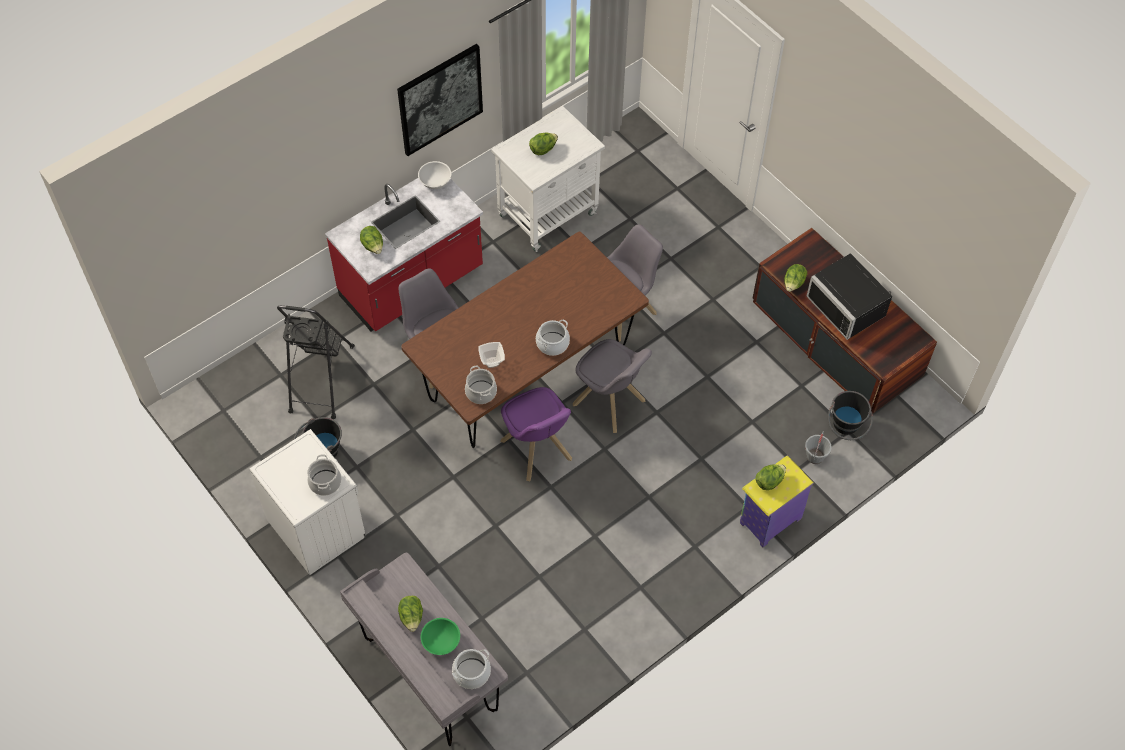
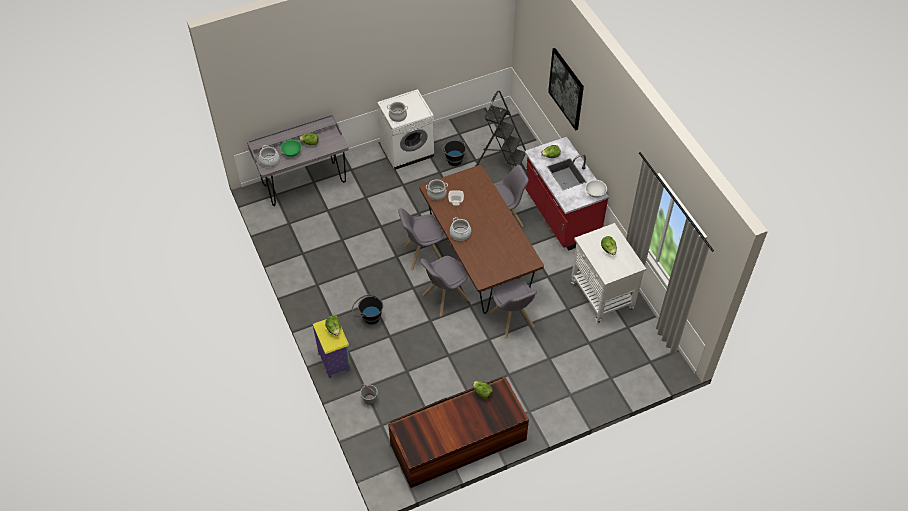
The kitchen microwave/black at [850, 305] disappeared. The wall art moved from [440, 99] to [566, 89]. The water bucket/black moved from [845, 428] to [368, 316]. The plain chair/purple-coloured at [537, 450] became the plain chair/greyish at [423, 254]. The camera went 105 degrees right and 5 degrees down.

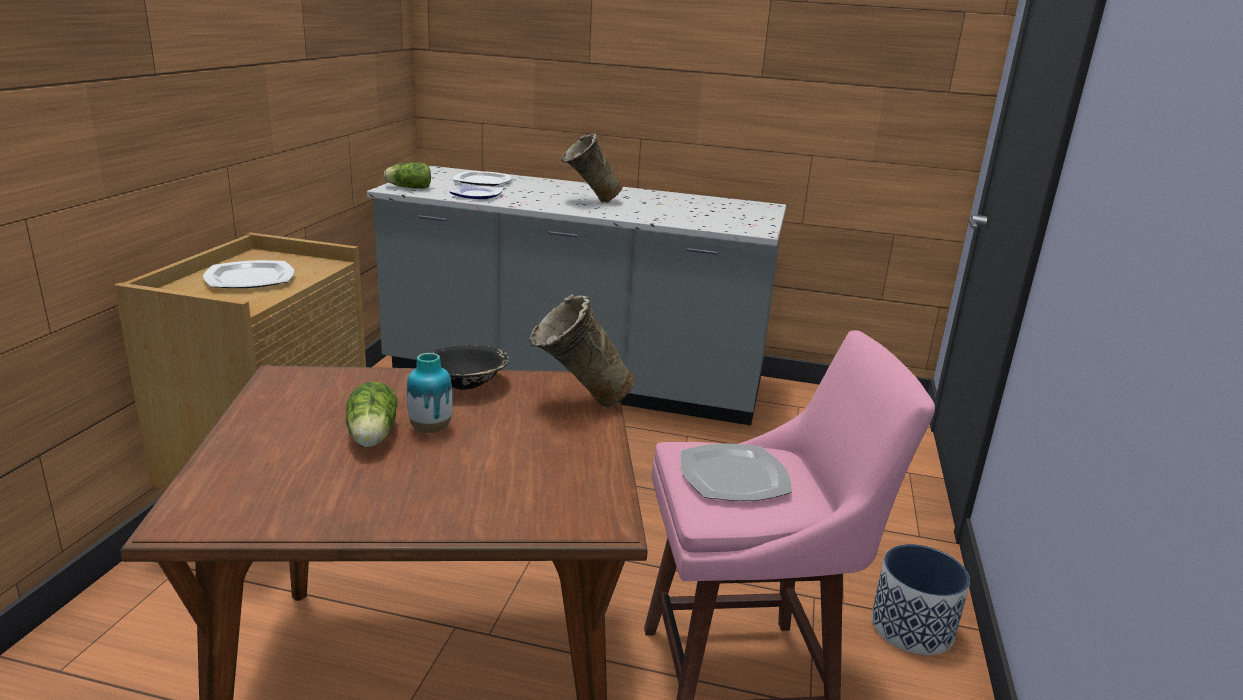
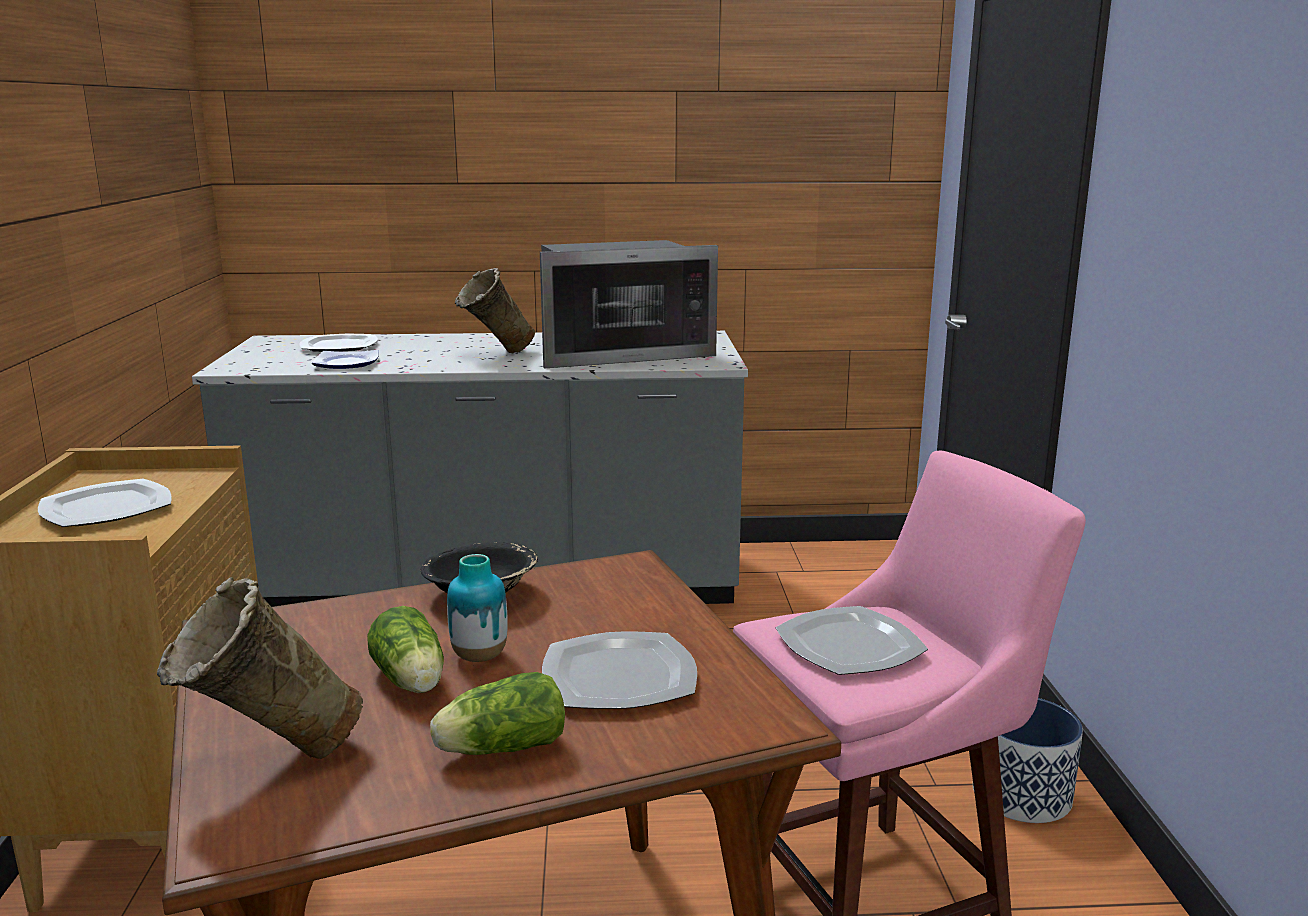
The kitchen microwave at [619, 352] appeared. The plate at [621, 677] appeared. The lettuce moved from [407, 187] to [498, 749]. The flower vase/beige-coloured moved from [578, 404] to [269, 763]. The camera went 15 degrees left and 5 degrees down.

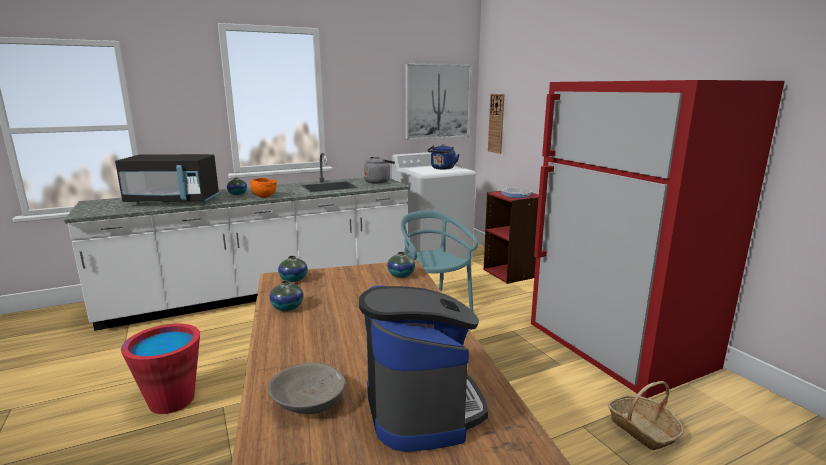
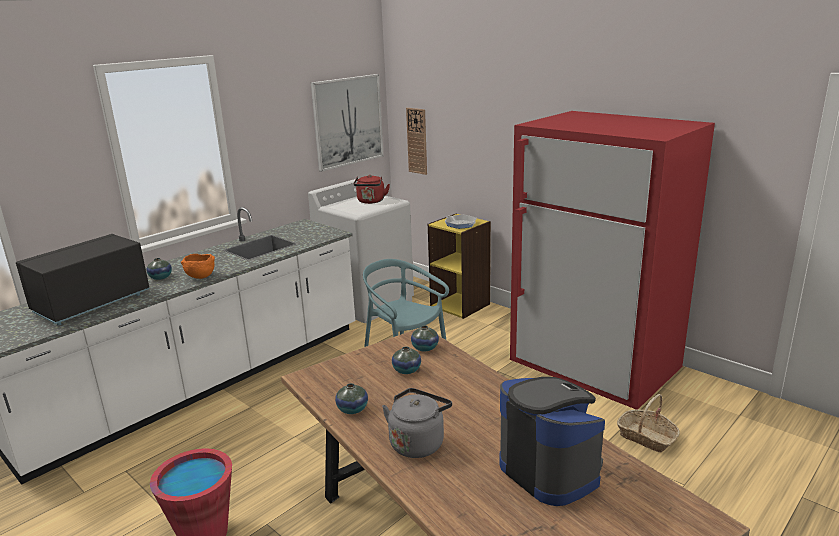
The bowl/greyish at [308, 402] disappeared. The flower vase moved from [293, 279] to [406, 370]. The kettle/greyish moved from [378, 181] to [418, 442]. The kettle/bluish at [442, 168] became the kettle/red at [371, 201]. The bookcase/red at [511, 273] became the bookcase/yellowish at [460, 305]. The kitchen microwave/black at [173, 201] turned 150 degrees clockwise. The camera went 20 degrees left and 5 degrees up.

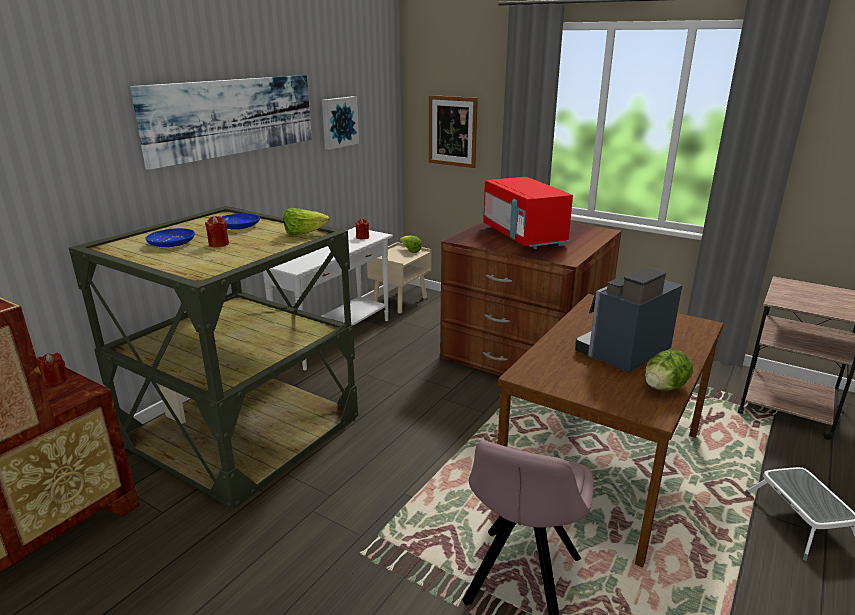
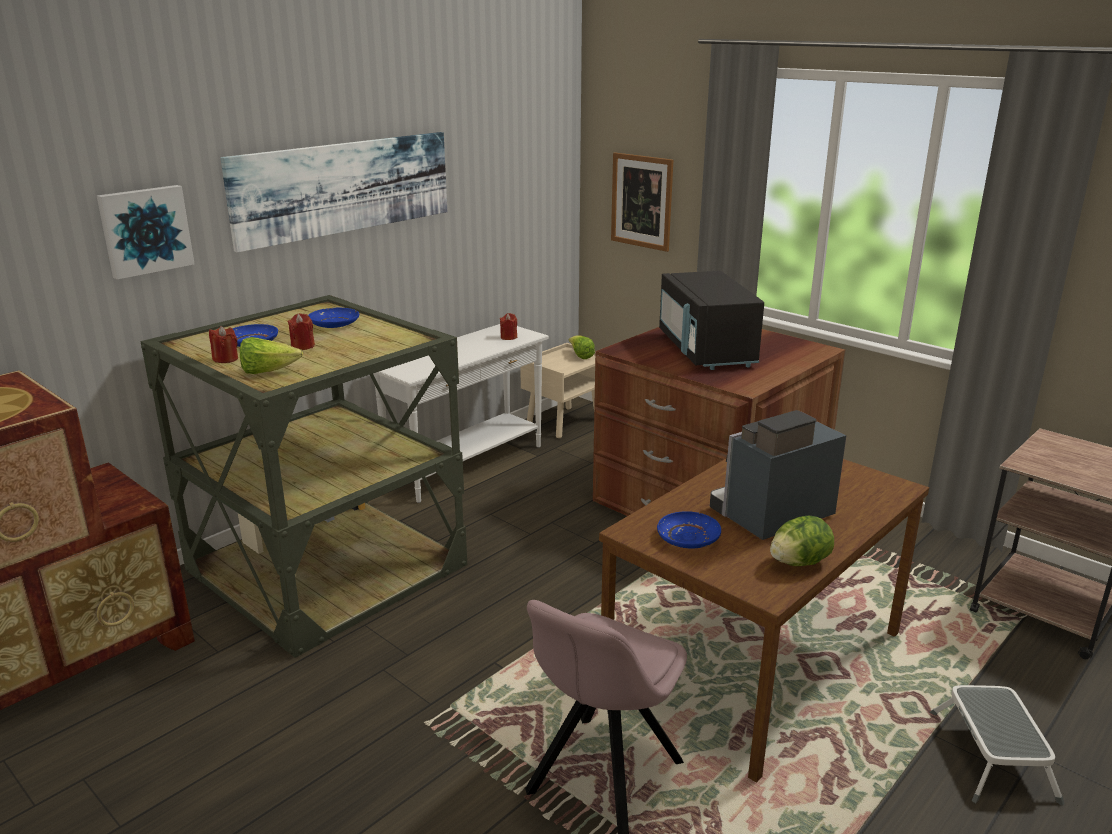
The plate/bluish at [688, 538] appeared. The candle/red moved from [55, 381] to [225, 359]. The lettuce moved from [303, 234] to [268, 372]. The wall art moved from [339, 122] to [145, 230]. The kitchen microwave/red at [523, 236] became the kitchen microwave/black at [705, 351]. The camera went 10 degrees right and 0 degrees up.

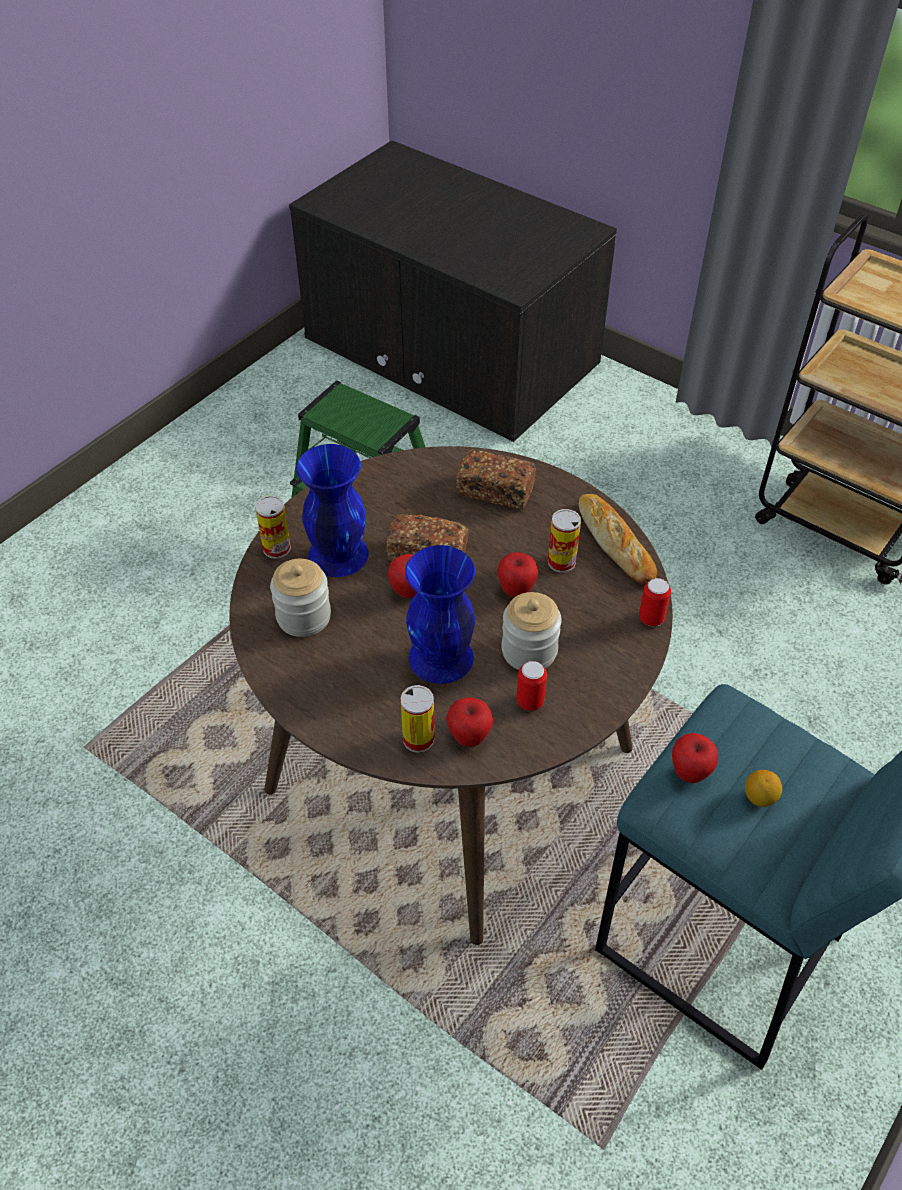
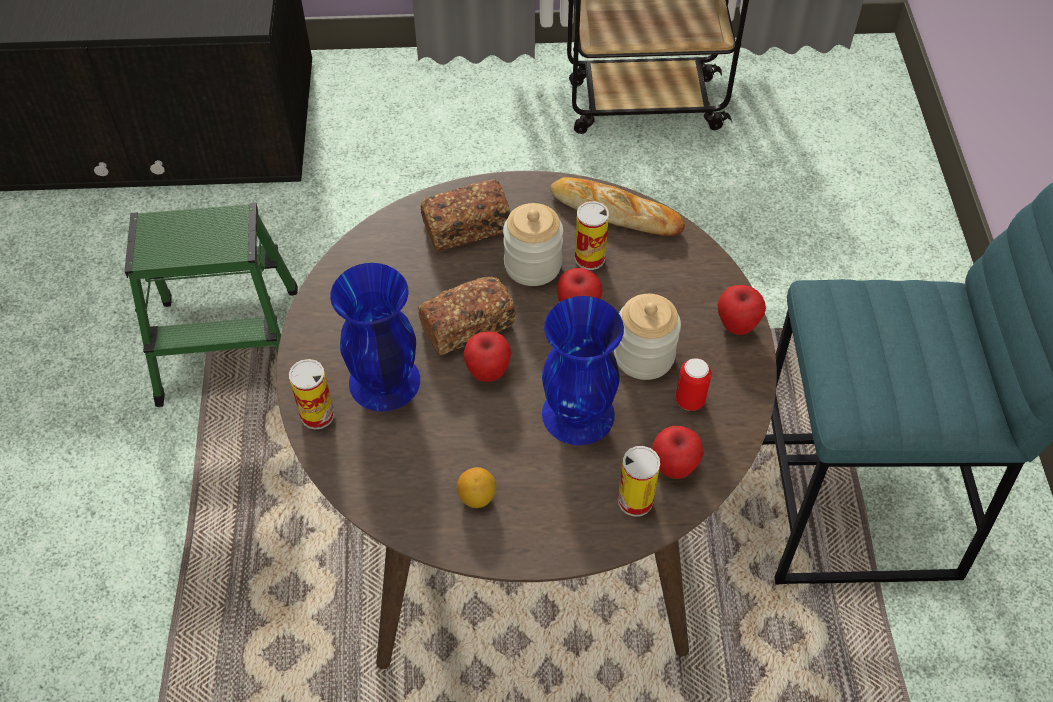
The can at [651, 618] disappeared. The storage jar moved from [304, 616] to [533, 265]. The apple moved from [689, 772] to [737, 325]. The whole lemon moved from [759, 798] to [477, 497]. The camera went 40 degrees left and 5 degrees up.

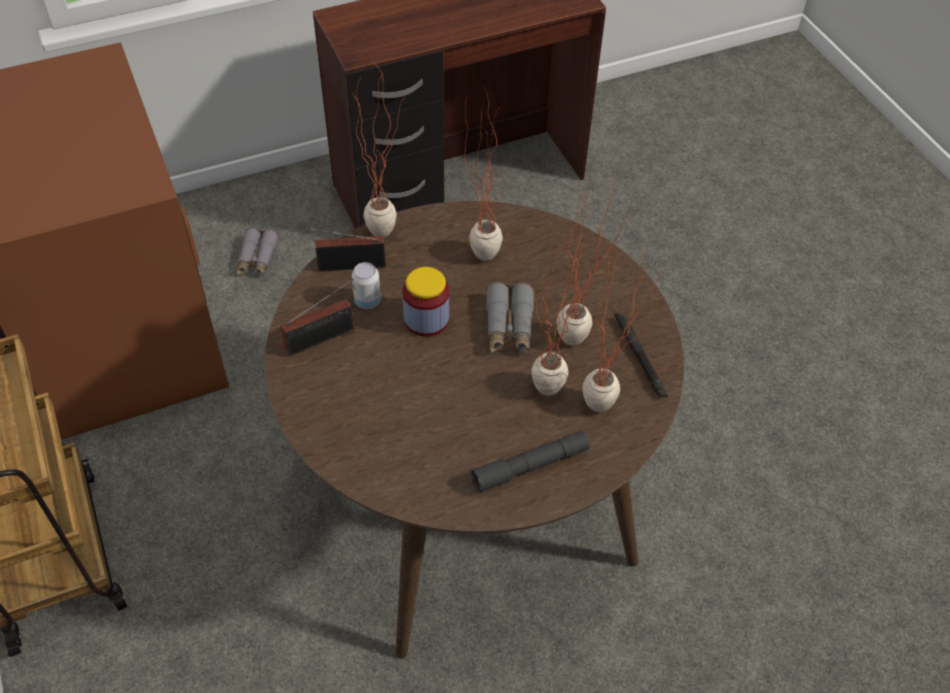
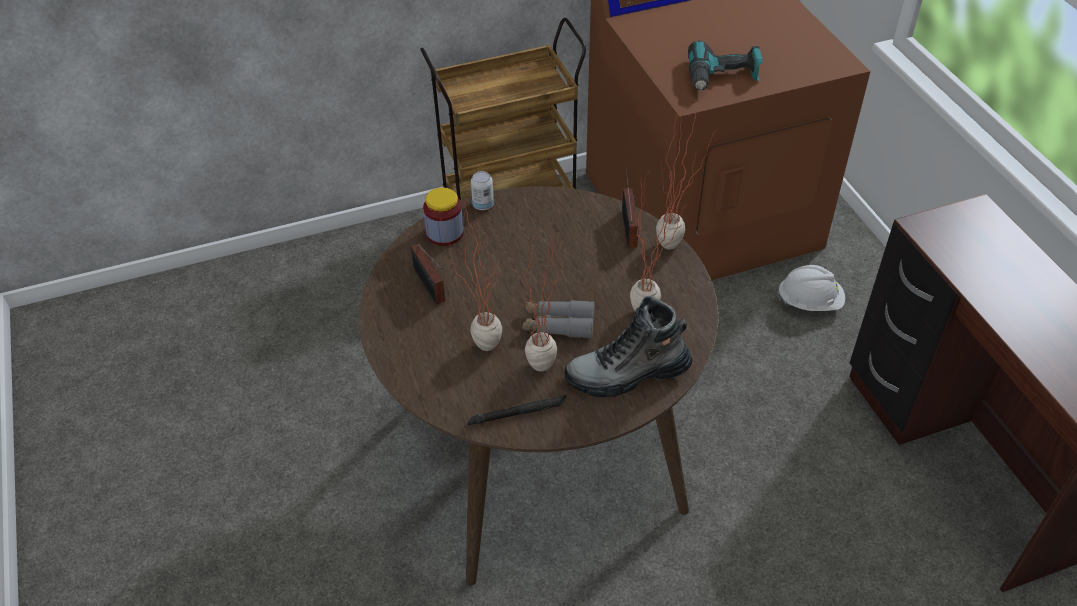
The torch/greyish at [530, 466] disappeared. The potted plant at [609, 408] disappeared. The tall boot at [627, 374] appeared. The power drill at [723, 78] appeared. The radio set moved from [324, 337] to [429, 287]. The can moved from [367, 301] to [483, 205]. The storage jar moved from [426, 319] to [445, 233]. The binoculars/greyish at [257, 259] was replaced by the work helmet/white at [809, 302]. The camera went 95 degrees right and 5 degrees down.

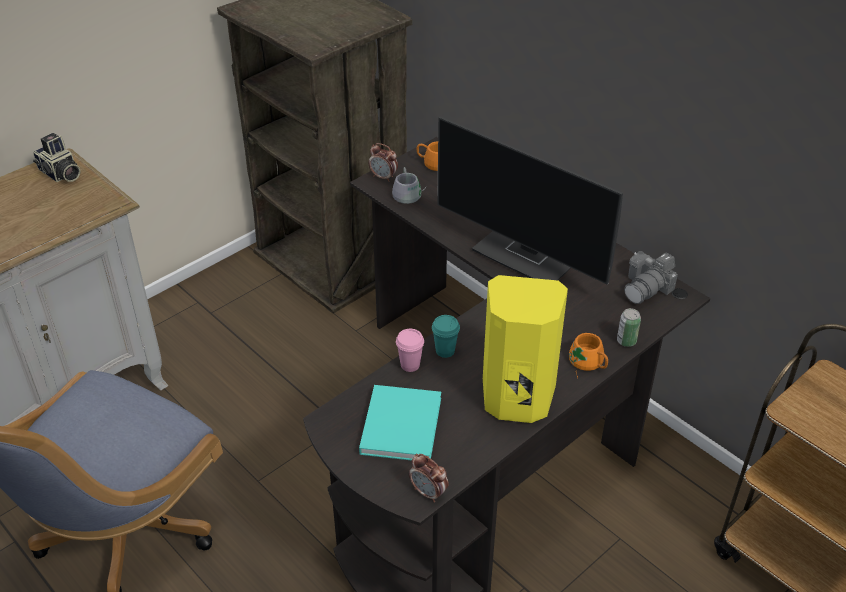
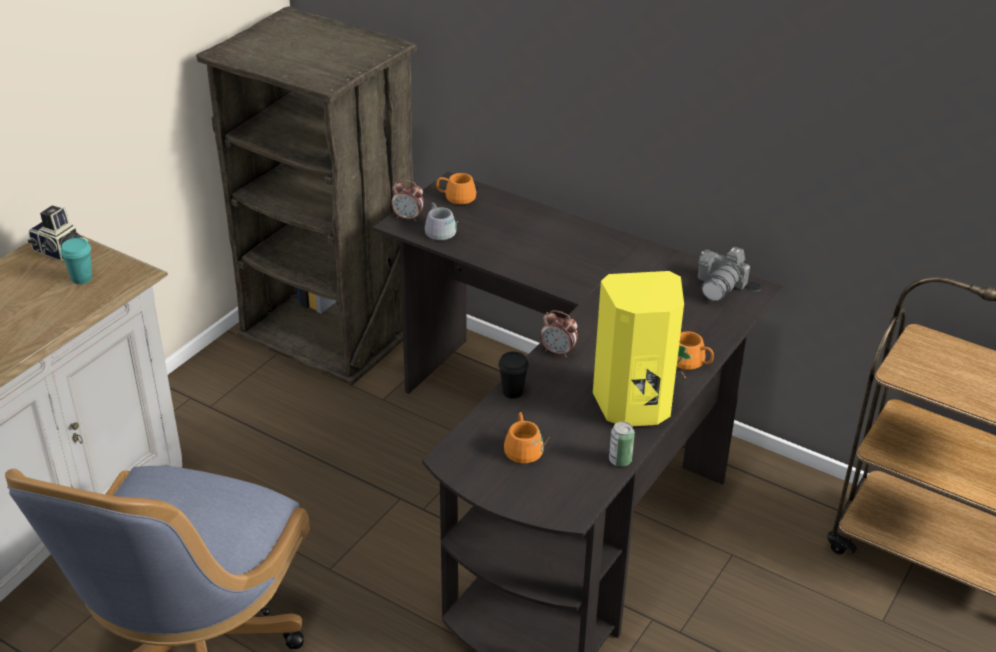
The computer screen at [529, 256] disappeared. The alarm clock moved from [428, 493] to [558, 351]. The cup/turquoise-coloured moved from [445, 351] to [82, 278]. The can moved from [626, 341] to [620, 460]. The book/turquoise-coloured at [401, 423] was replaced by the coffee mug/orangey at [527, 447]. The cup/pinkish at [410, 365] became the cup/black at [512, 392]. The camera went 15 degrees left and 5 degrees down.

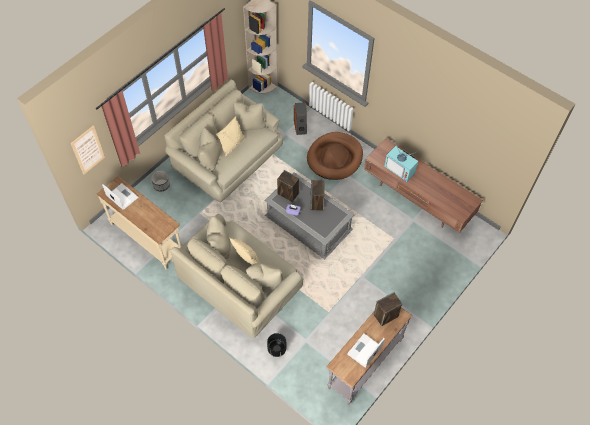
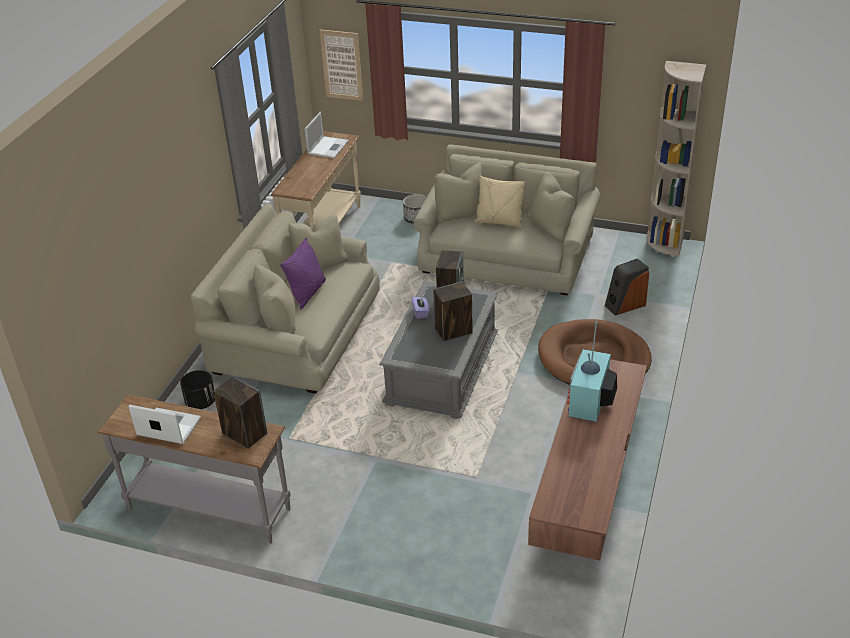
The cushion/beige-coloured at [247, 259] became the cushion/purple-coloured at [307, 293]. The camera went 70 degrees right and 20 degrees down.

